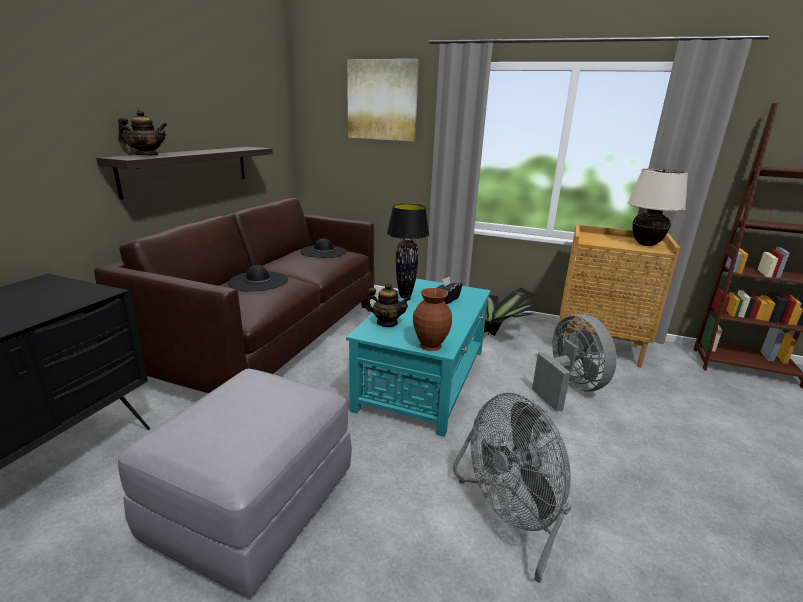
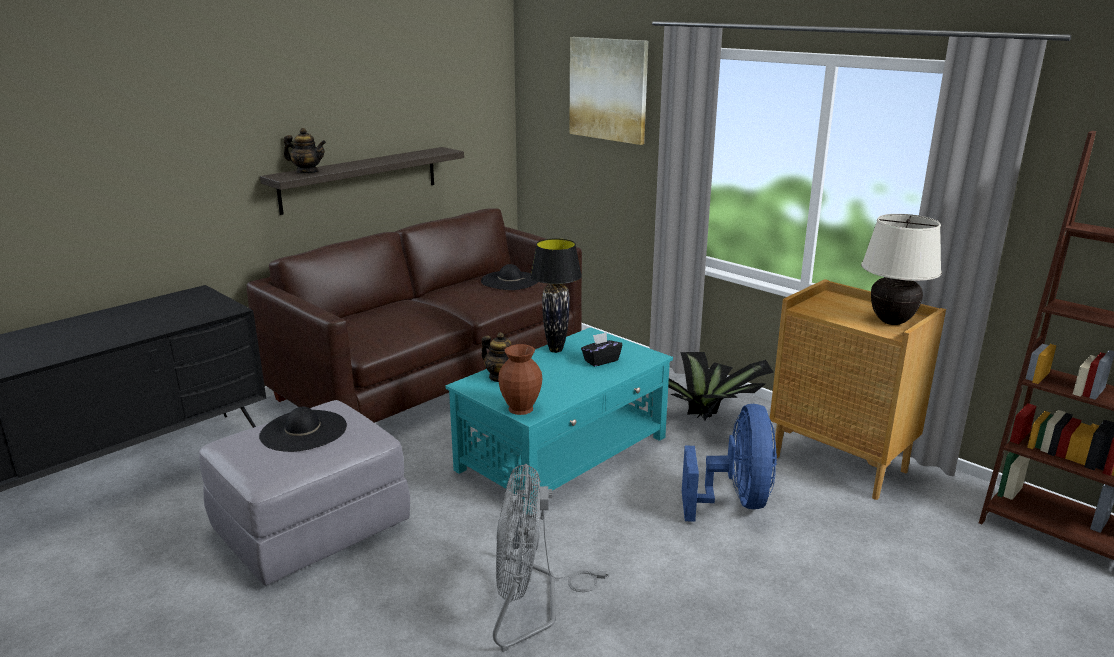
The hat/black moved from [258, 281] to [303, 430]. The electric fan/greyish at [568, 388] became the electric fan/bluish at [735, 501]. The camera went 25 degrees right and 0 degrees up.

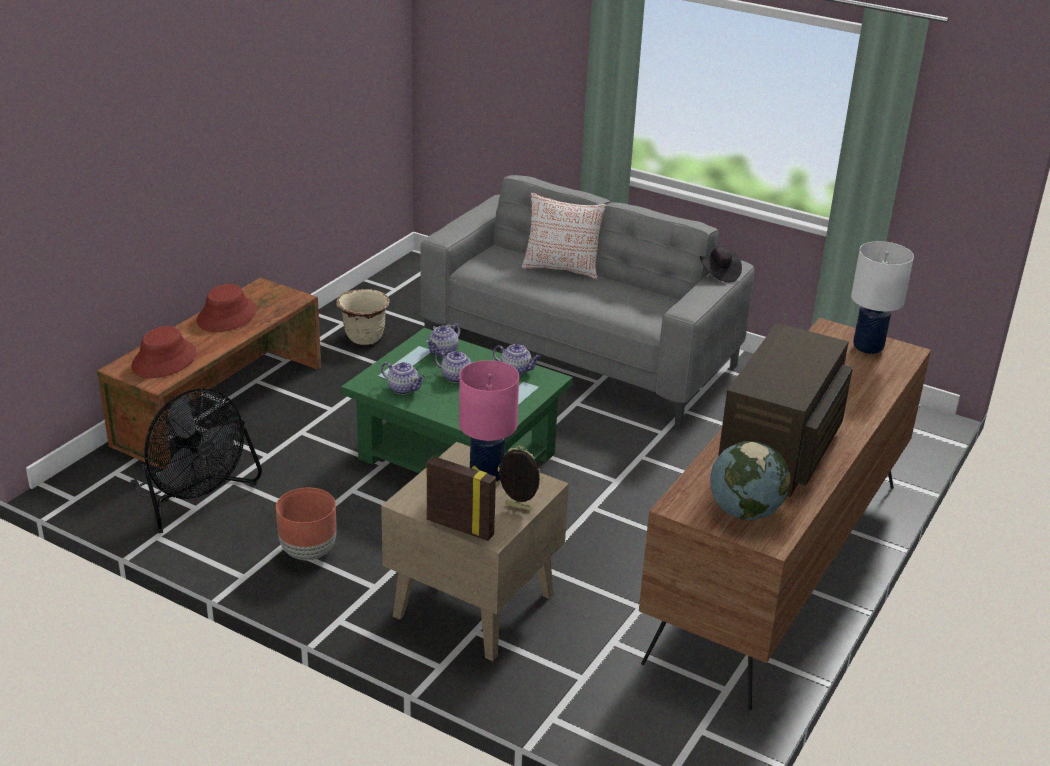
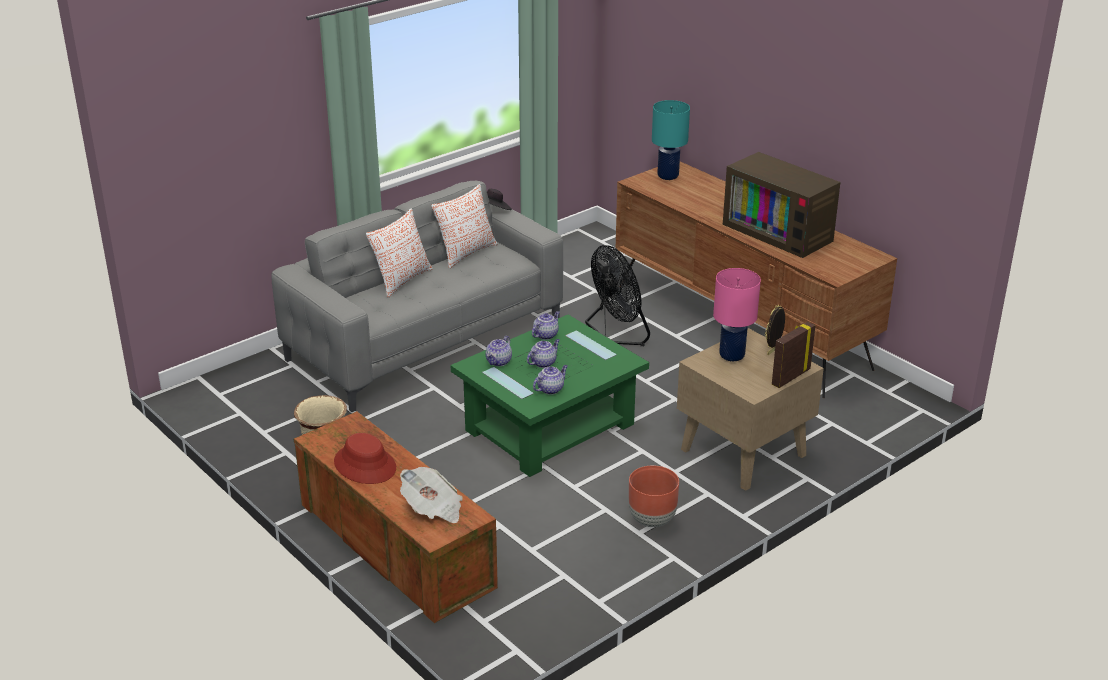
The globe at [744, 512] disappeared. The cushion/white at [466, 253] appeared. The electric fan/black moved from [191, 499] to [608, 332]. The hat/red at [164, 360] was replaced by the newspaper at [433, 509]. The tabletop lamp/white at [868, 349] became the tabletop lamp/turquoise-coloured at [667, 177]. The pot for tea at [443, 351] turned 60 degrees clockwise. The camera went 70 degrees left and 0 degrees up.

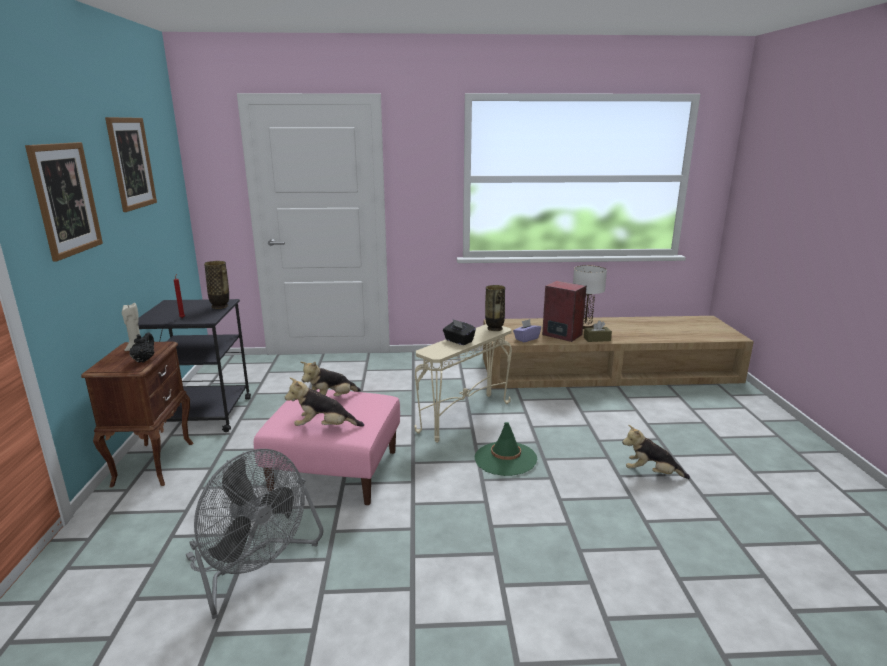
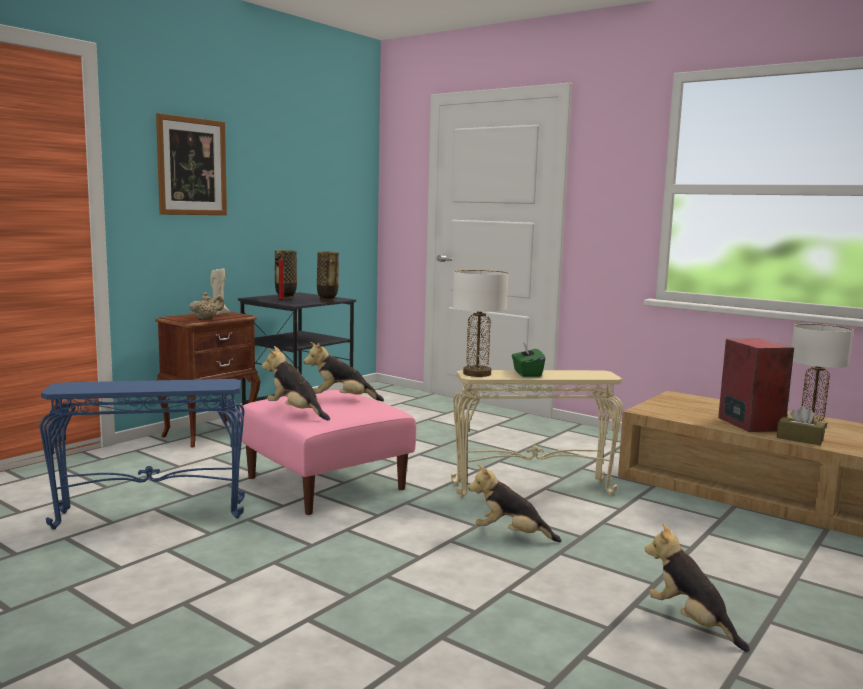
The wall art at [131, 163] disappeared. The box of tissues/purple-coloured at [526, 339] disappeared. The tabletop lamp at [477, 374] appeared. The flower vase moved from [494, 329] to [285, 298]. The electric fan/greyish at [250, 569] was replaced by the end table/bluish at [150, 515]. The hat/green-coloured at [505, 459] was replaced by the cuddly toy at [511, 535]. The pot for tea/black at [144, 360] became the pot for tea/beige-coloured at [207, 318]. The box of tissues/black at [458, 341] became the box of tissues/green-coloured at [527, 373]. The camera went 40 degrees right and 10 degrees down.

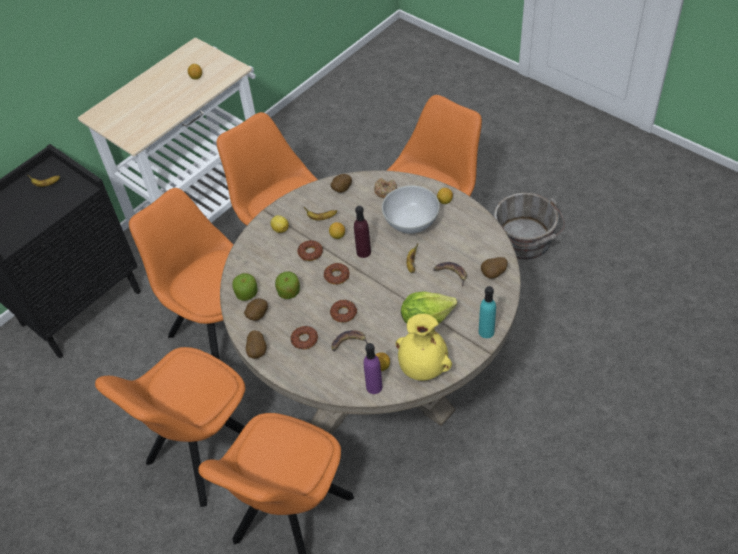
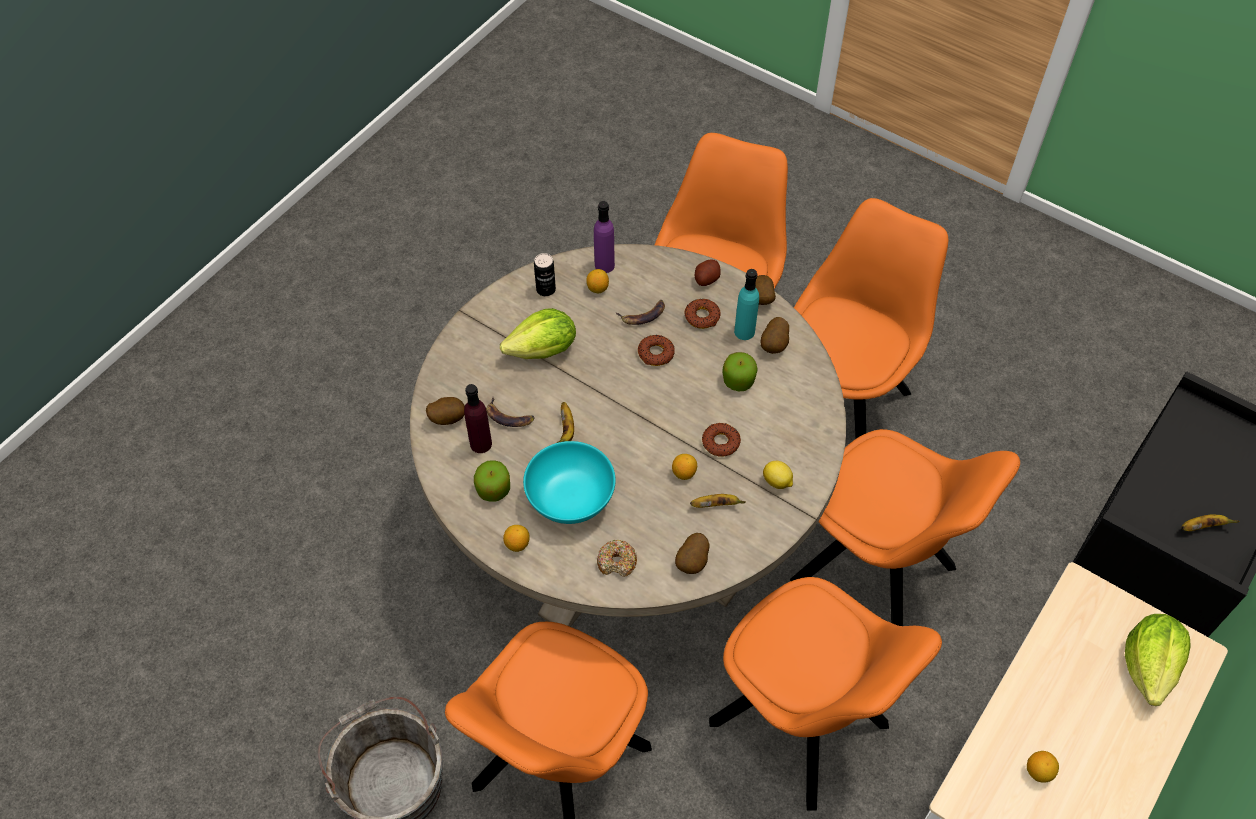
The donut at [337, 276] disappeared. The spud at [706, 279] appeared. The lettuce at [1149, 666] appeared. The apple moved from [246, 293] to [493, 489]. The drink bottle/purple-coloured moved from [363, 252] to [481, 444]. The drink bottle/turquoise-coloured moved from [486, 331] to [744, 332]. The flower vase/yellowish at [422, 368] was replaced by the can at [546, 289]. The bowl/white at [411, 223] became the bowl/turquoise-coloured at [570, 500]. The camera went 170 degrees right and 5 degrees up.

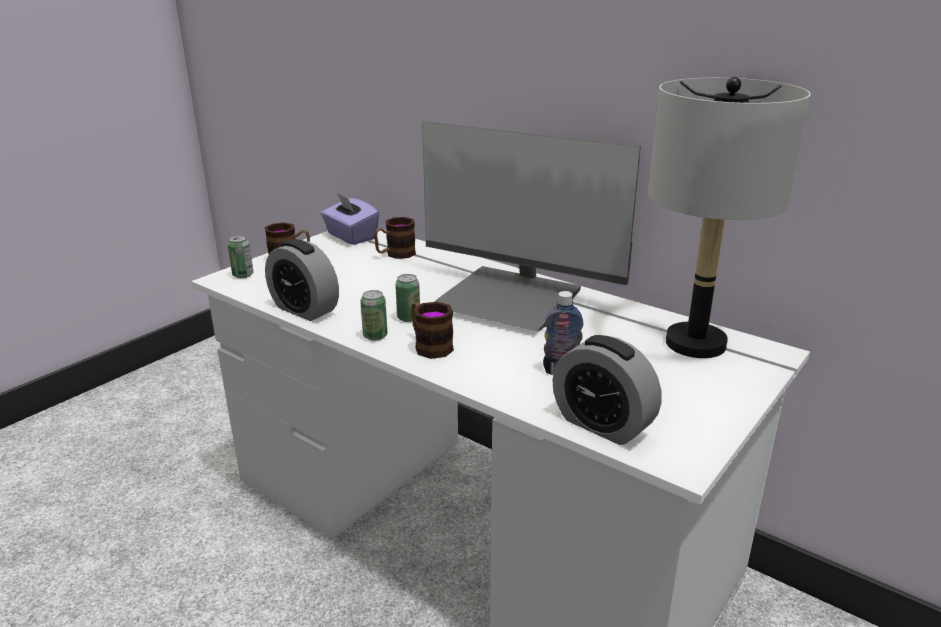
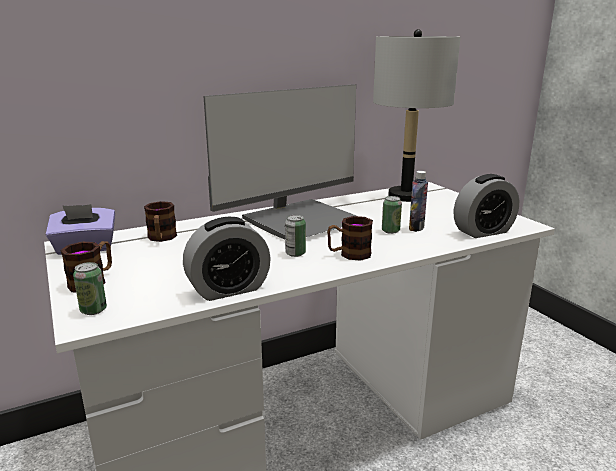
The can moved from [375, 336] to [390, 231]. The camera went 65 degrees left and 5 degrees down.

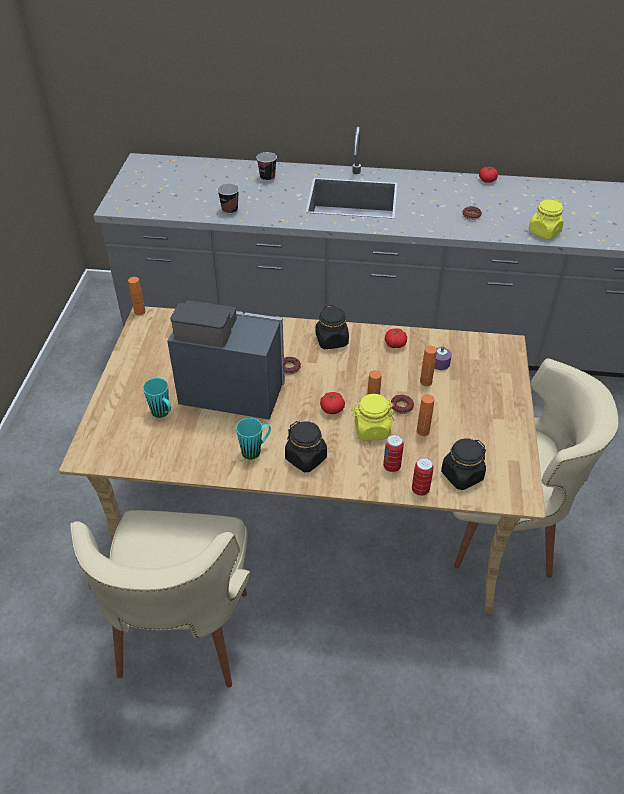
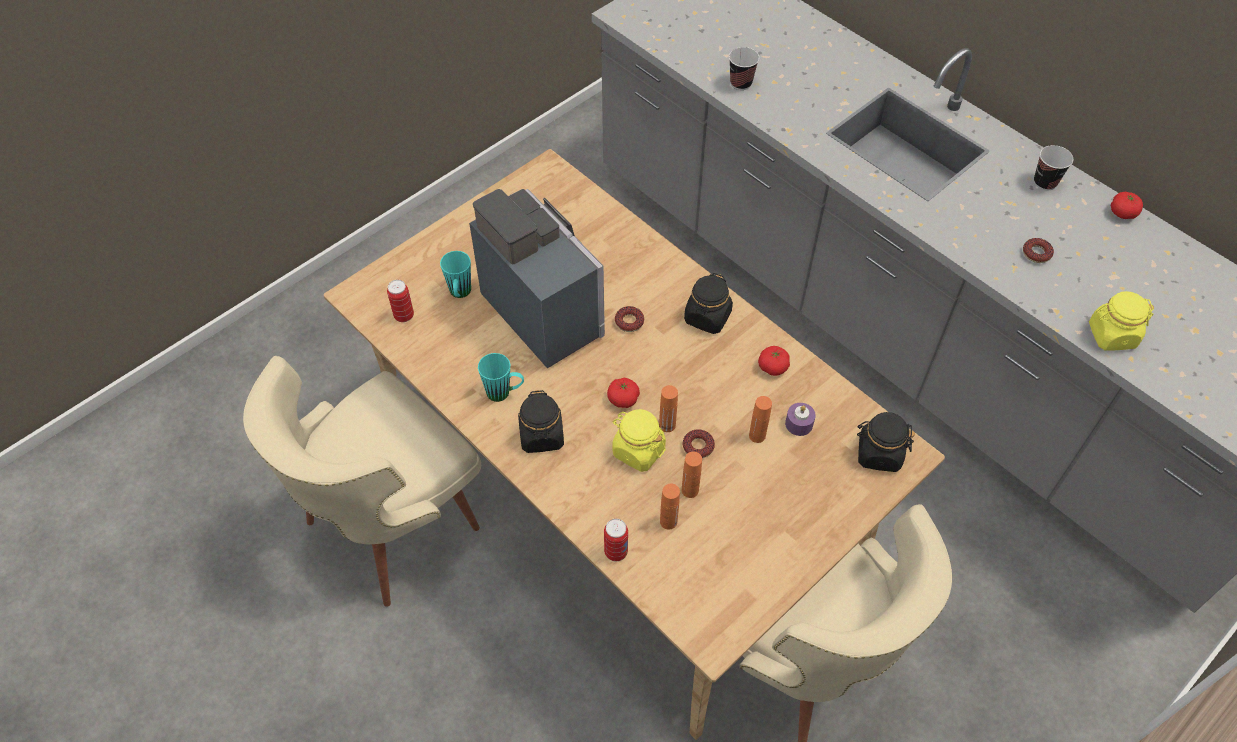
The drink bottle/orangey moved from [139, 312] to [668, 521]. The cup moved from [267, 177] to [1045, 182]. The can moved from [391, 466] to [404, 315]. The storage jar/black moved from [461, 475] to [878, 453]. The camera went 40 degrees right and 10 degrees up.

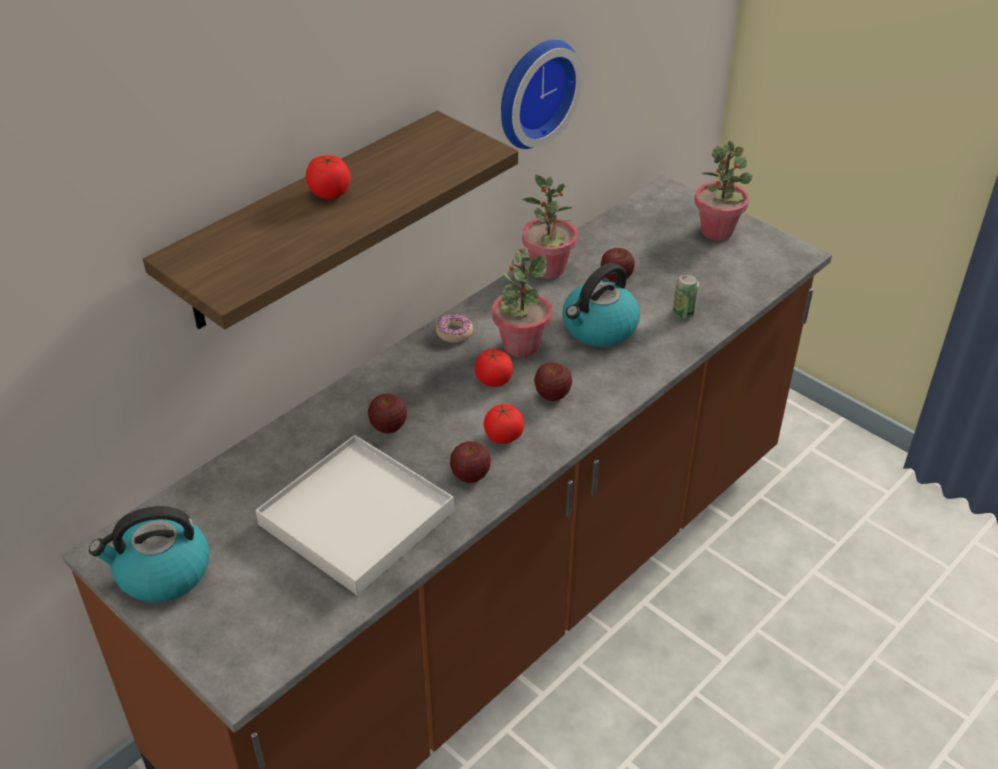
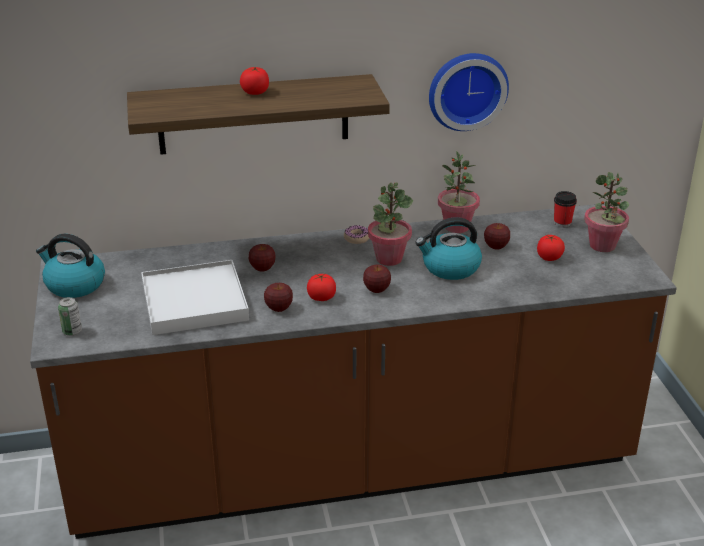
The cup at [562, 223] appeared. The fresh tomato moved from [493, 380] to [549, 257]. The can moved from [683, 313] to [72, 331]. The camera went 35 degrees right and 10 degrees down.

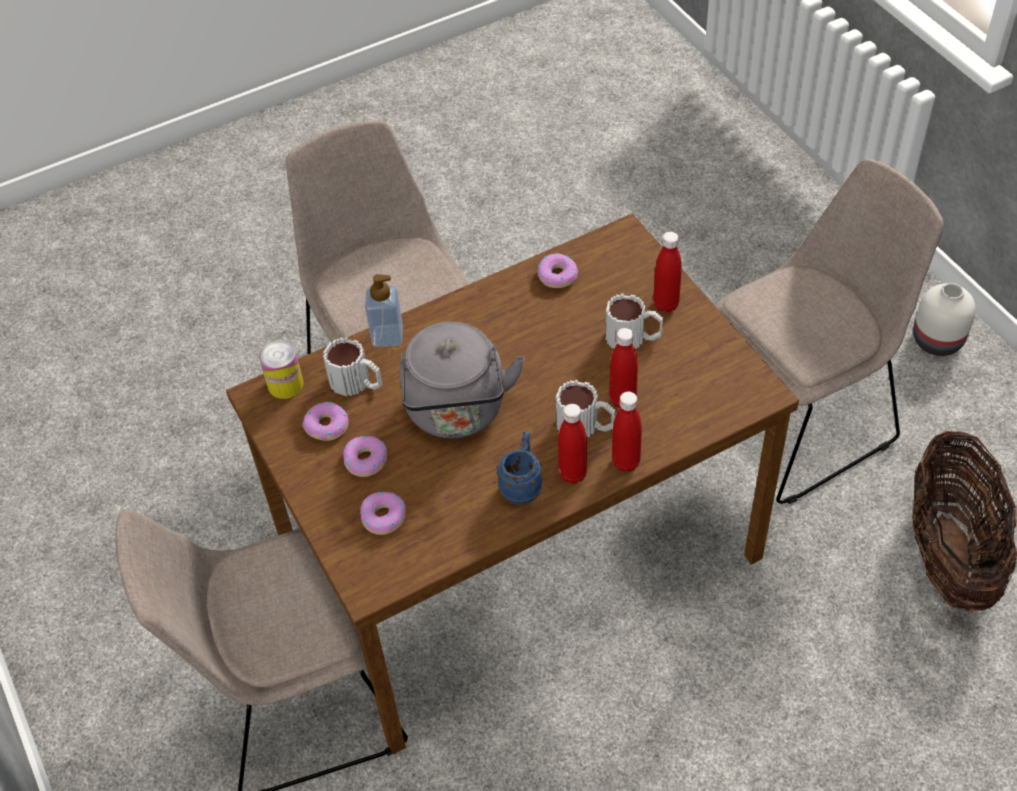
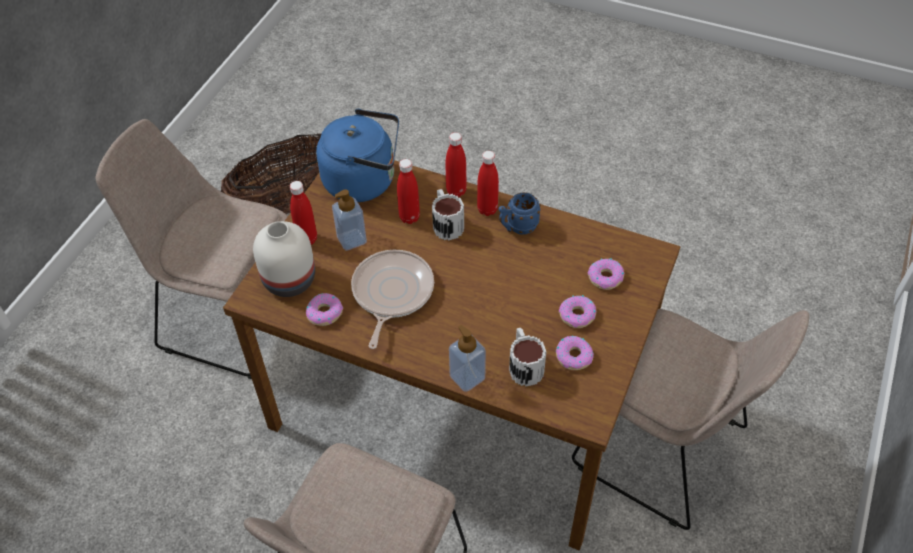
The can at [285, 384] disappeared. The kettle/greyish at [457, 413] disappeared. The kettle/bluish at [364, 181] appeared. The frying pan at [391, 293] appeared. The flower vase/white moved from [938, 341] to [290, 278]. The coffee mug at [633, 338] was replaced by the soap dispenser at [351, 239]. The camera went 130 degrees left and 0 degrees up.

